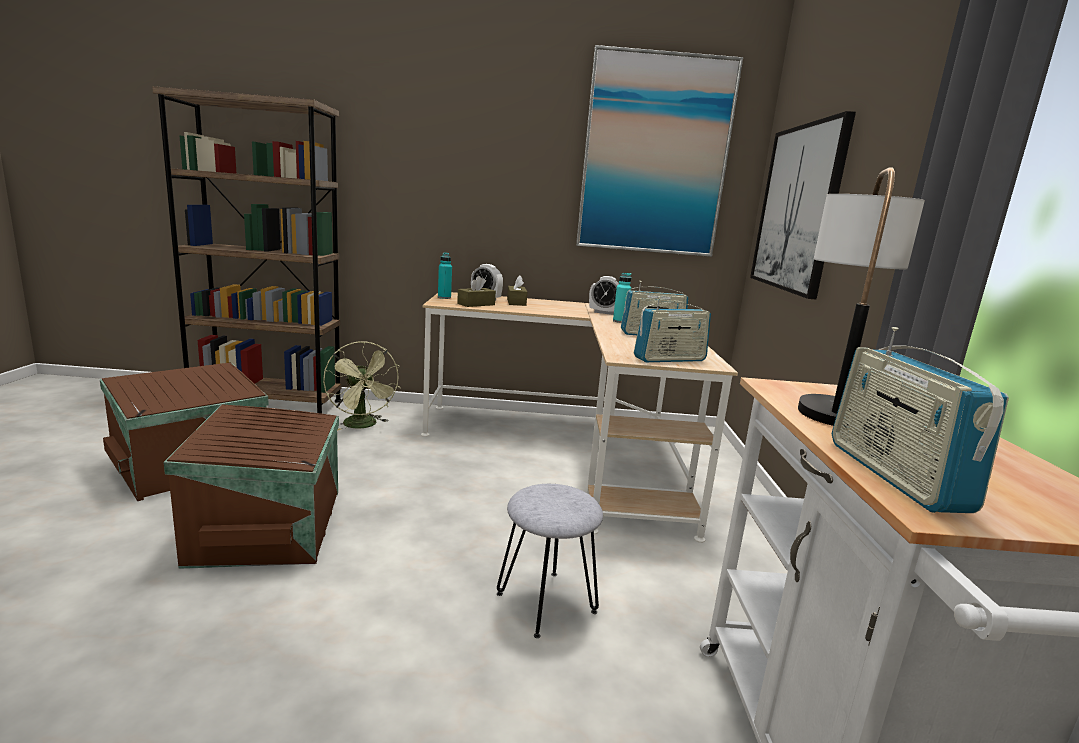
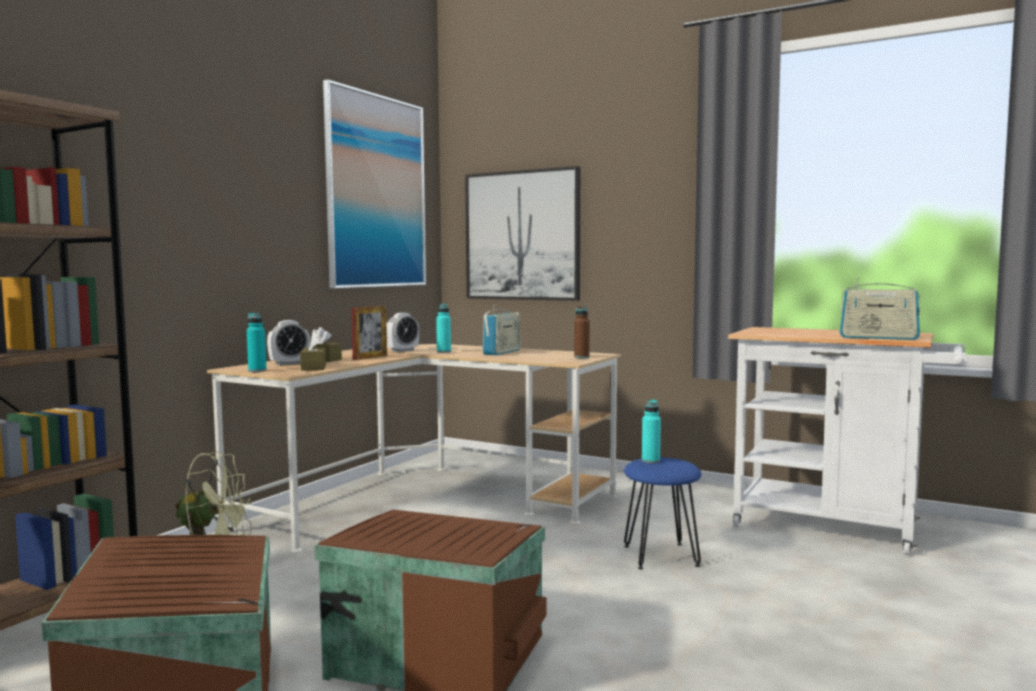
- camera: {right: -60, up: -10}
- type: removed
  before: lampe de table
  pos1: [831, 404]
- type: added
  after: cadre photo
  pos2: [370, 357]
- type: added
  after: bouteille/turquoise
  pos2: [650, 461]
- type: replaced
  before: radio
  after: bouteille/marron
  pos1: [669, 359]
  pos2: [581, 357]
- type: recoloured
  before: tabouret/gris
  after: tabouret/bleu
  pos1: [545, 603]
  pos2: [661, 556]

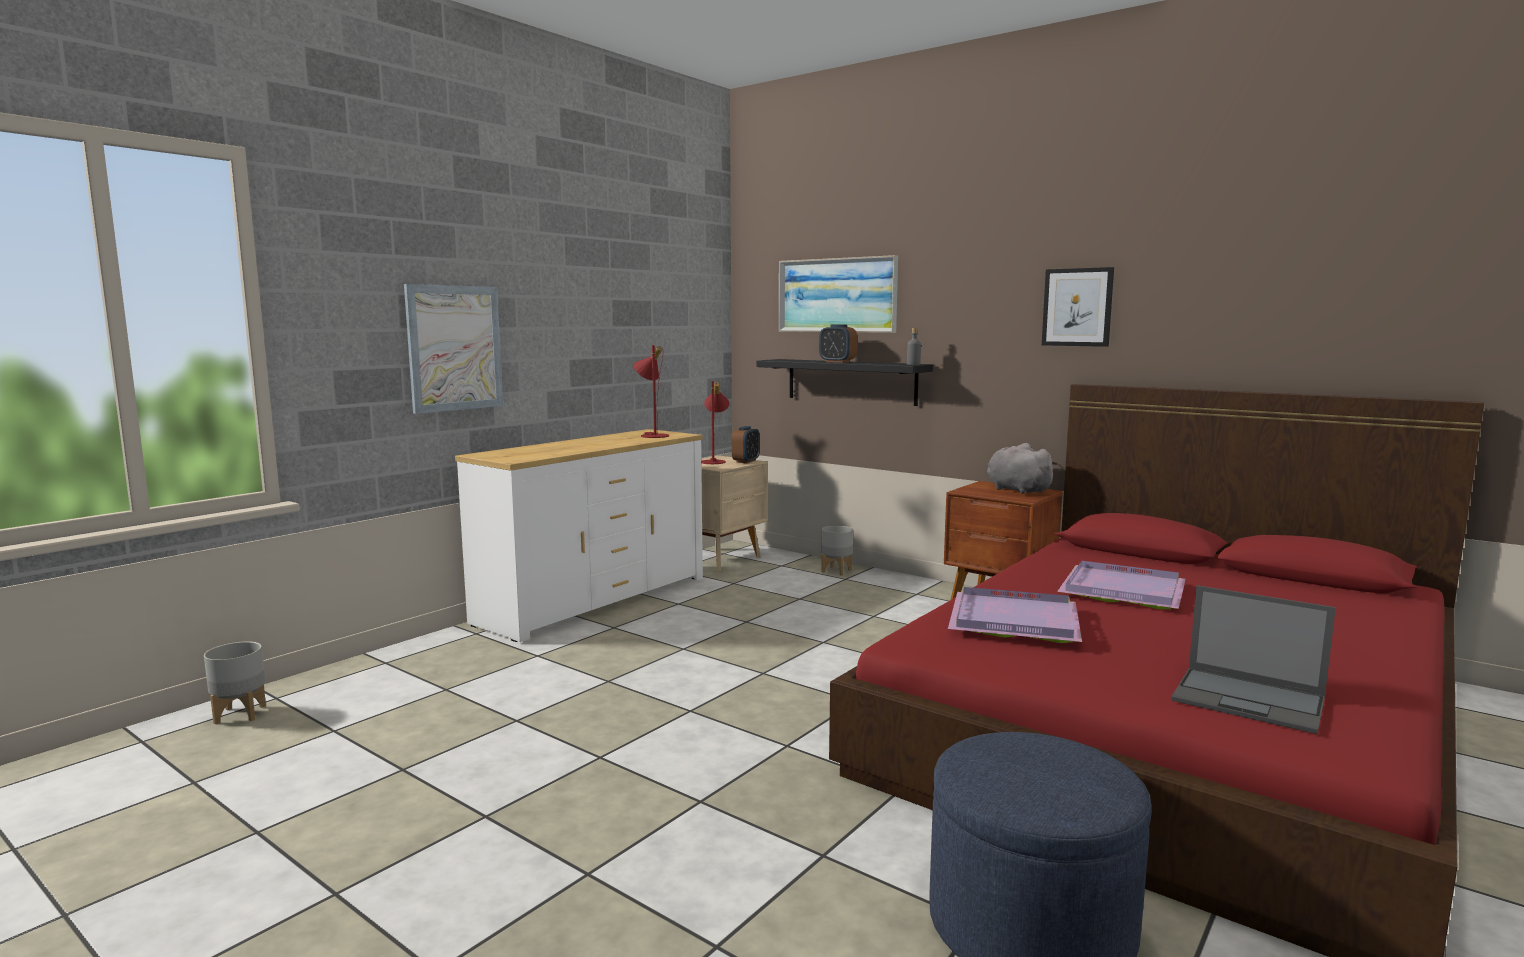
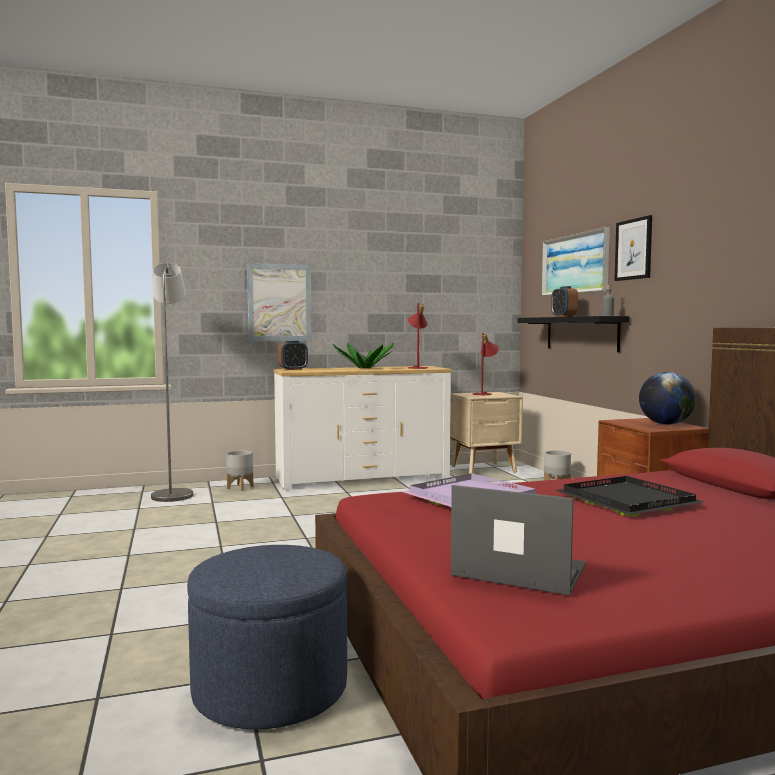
- camera: {right: 35, up: -5}
- type: added
  after: lampadaire/gris
  pos2: [173, 494]
- type: added
  after: plante en pot
  pos2: [364, 368]
- type: moved
  before: cache-pot/gris
  pos1: [240, 714]
  pos2: [240, 487]
- type: moved
  before: réveil
  pos1: [746, 461]
  pos2: [293, 369]
- type: moved
  before: tableau
  pos1: [1077, 307]
  pos2: [633, 249]
- type: replaced
  before: peluche/gris
  after: globe
  pos1: [1016, 490]
  pos2: [665, 424]
- type: recoloured
  before: plateau/violet
  after: plateau/noir
  pos1: [1120, 589]
  pos2: [627, 500]
- type: turned
  before: ordinateur portable
  pos1: [1250, 700]
  pos2: [517, 570]
  turn: 135

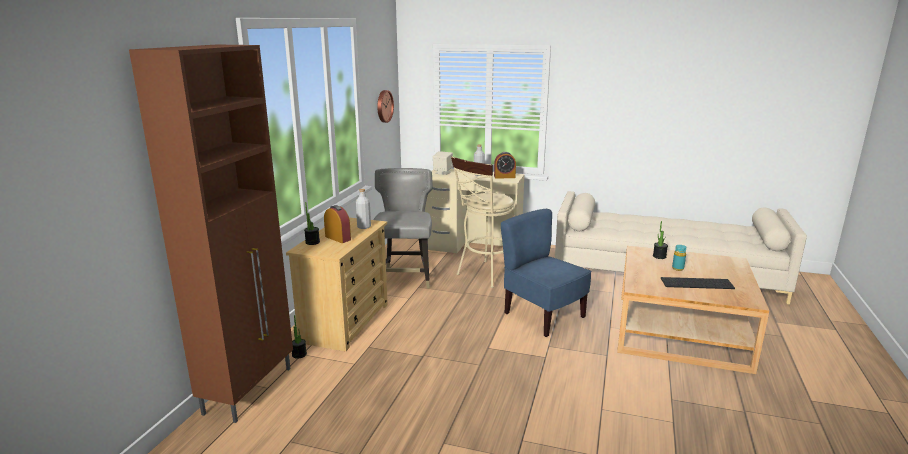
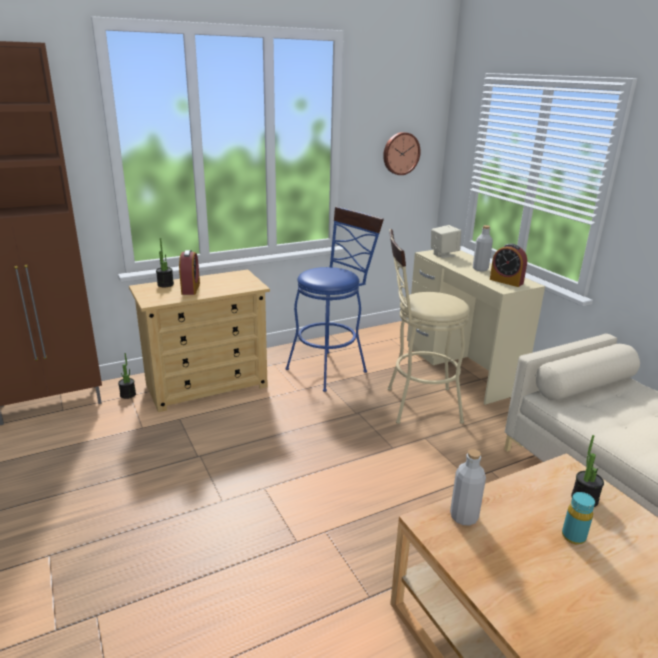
- camera: {right: 45, up: 5}
- type: removed
  before: chaise/bleu
  pos1: [543, 316]
- type: removed
  before: clavier
  pos1: [697, 283]
- type: moved
  before: bouteille/gris
  pos1: [364, 227]
  pos2: [464, 517]
- type: replaced
  before: chaise/gris
  after: tabouret/bleu
  pos1: [404, 278]
  pos2: [331, 368]

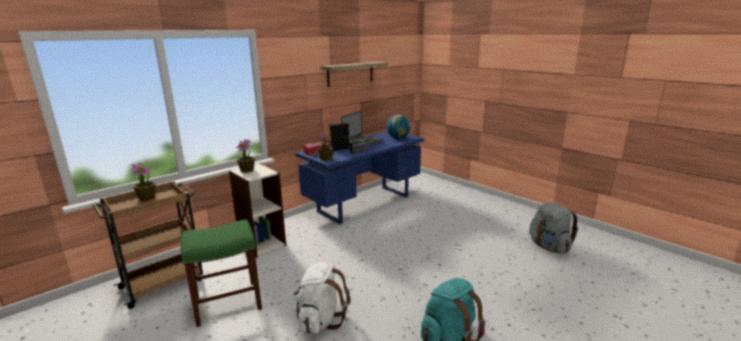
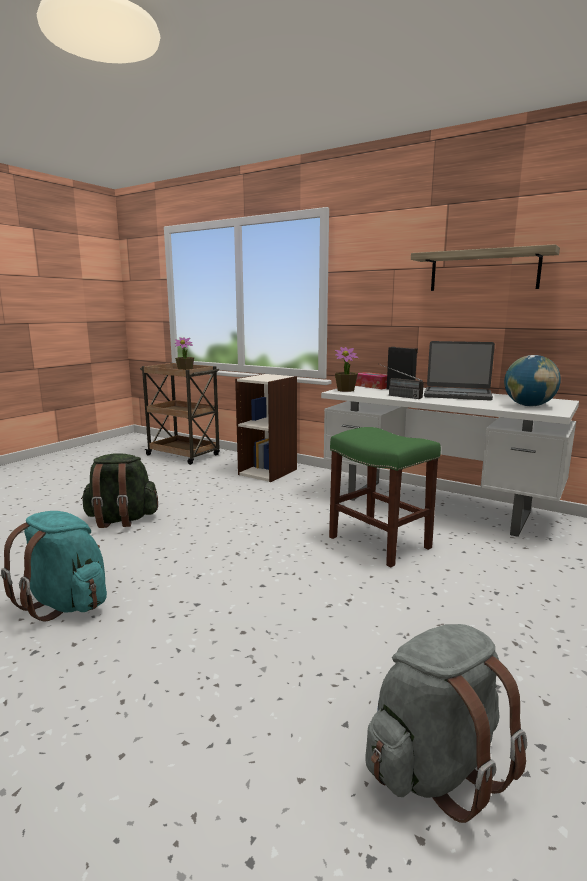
- camera: {right: 75, up: -5}
- type: removed
  before: plante en pot
  pos1: [247, 170]
- type: moved
  before: tabouret/vert
  pos1: [226, 304]
  pos2: [378, 542]
- type: recoloured
  before: sac à dos/blanc
  after: sac à dos/vert
  pos1: [320, 319]
  pos2: [121, 520]
- type: recoloured
  before: bureau/bleu
  after: bureau/blanc
  pos1: [364, 203]
  pos2: [437, 505]

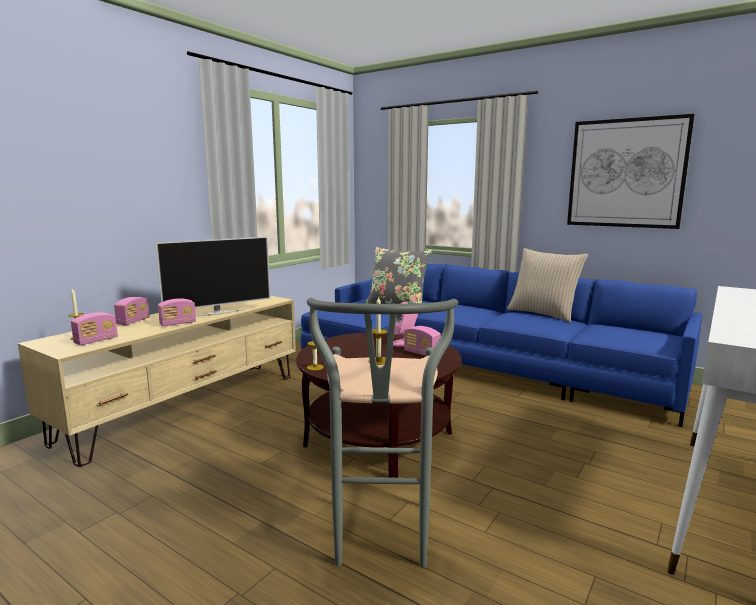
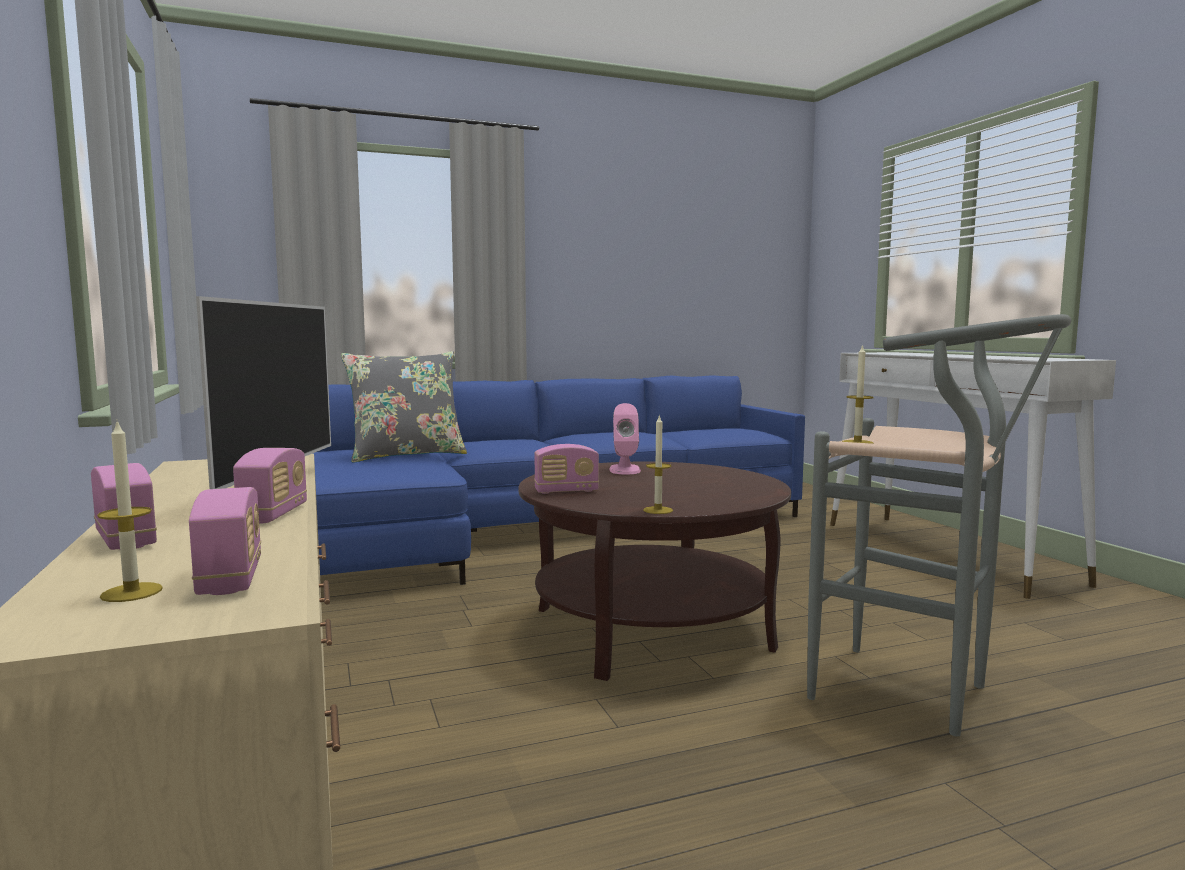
- camera: {right: -55, up: -5}
- type: removed
  before: coussin/beige
  pos1: [543, 314]
- type: removed
  before: tableau
  pos1: [626, 173]
- type: moved
  before: radio
  pos1: [421, 353]
  pos2: [566, 491]

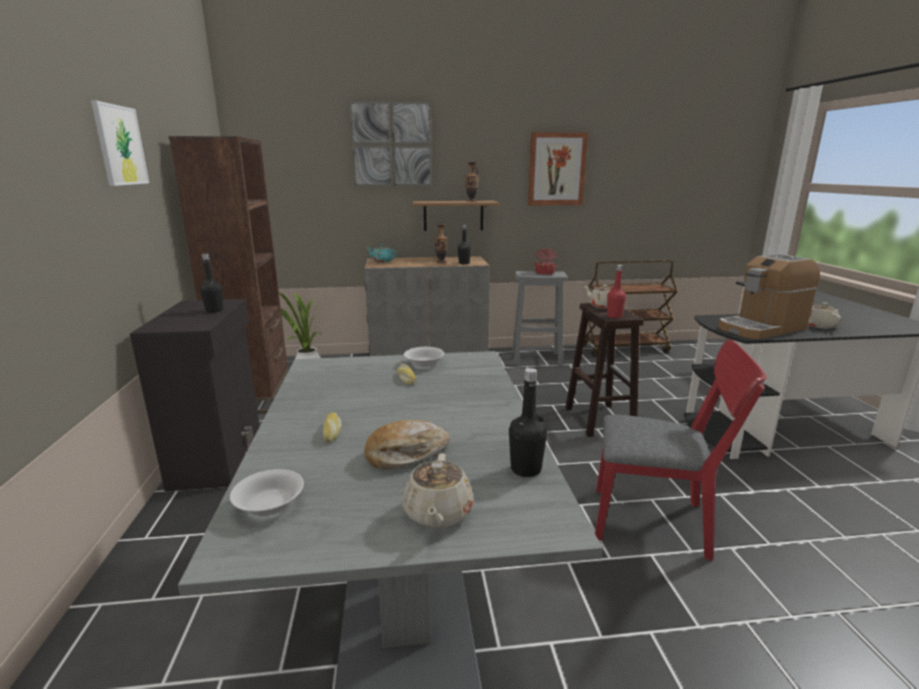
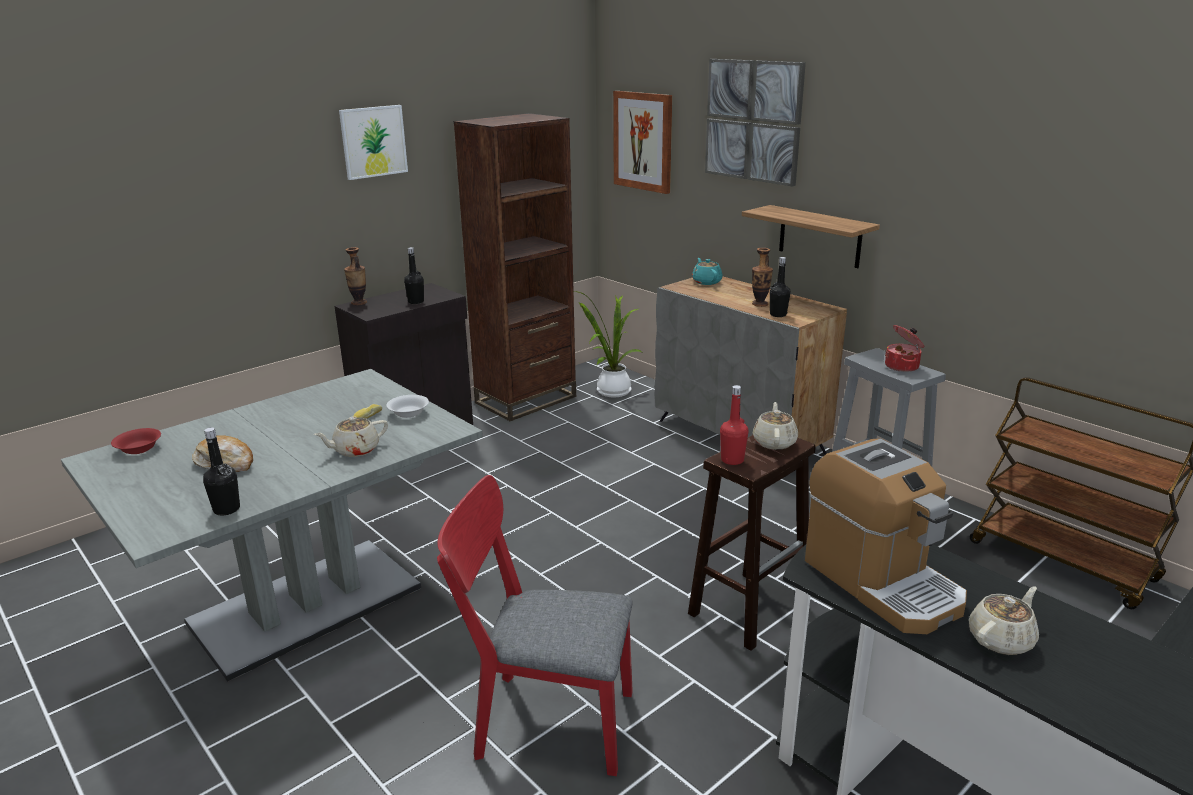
- camera: {right: 55, up: 5}
- type: removed
  before: pain
  pos1: [332, 432]
- type: moved
  before: théière/beige
  pos1: [437, 513]
  pos2: [355, 450]
- type: moved
  before: vase
  pos1: [471, 201]
  pos2: [359, 303]
- type: moved
  before: tableau
  pos1: [556, 169]
  pos2: [643, 141]
- type: recoloured
  before: bol/blanc
  after: bol/rouge
  pos1: [270, 504]
  pos2: [139, 449]
- type: turned
  before: chaise/rouge
  pos1: [660, 522]
  pos2: [542, 721]
  turn: 120
- type: turned
  before: machine à café
  pos1: [761, 328]
  pos2: [882, 582]
  turn: -150

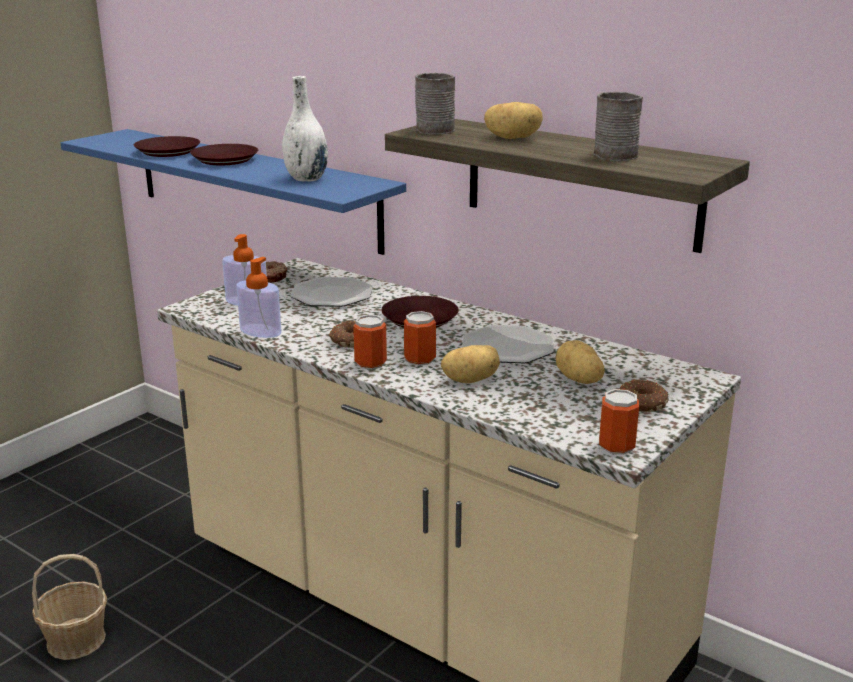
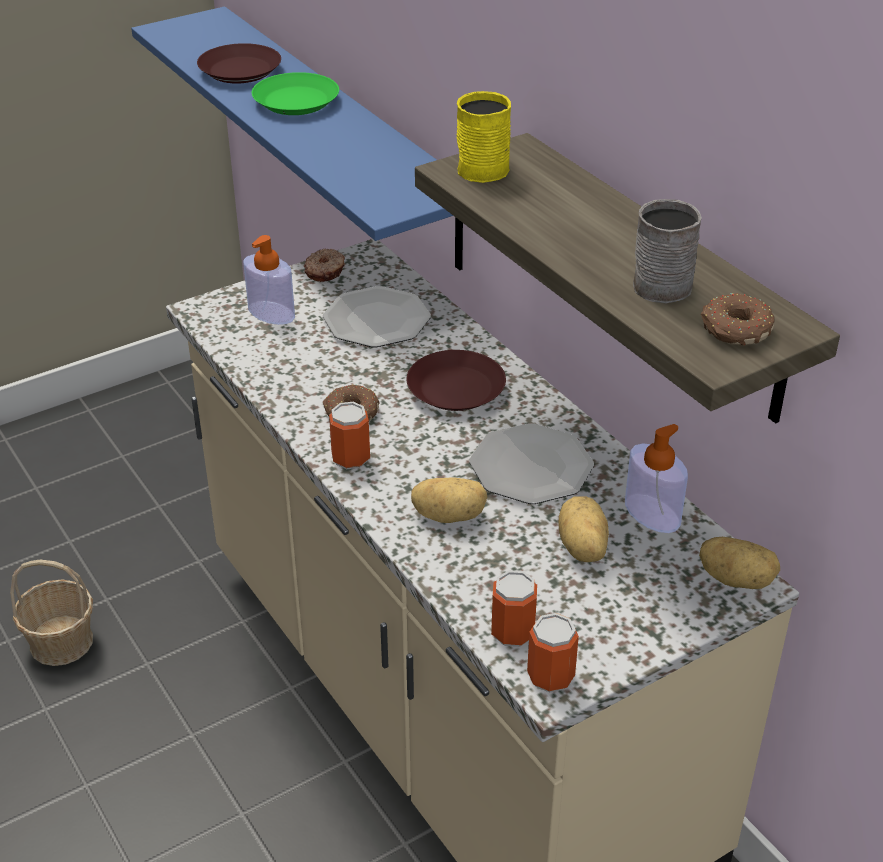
- camera: {right: 20, up: 15}
- type: removed
  before: vase/blanc
  pos1: [306, 178]
- type: moved
  before: distributeur de savon
  pos1: [260, 331]
  pos2: [652, 513]
- type: moved
  before: boîte métallique
  pos1: [420, 359]
  pos2: [512, 632]
- type: moved
  before: pomme de terre
  pos1: [513, 138]
  pos2: [736, 579]
- type: moved
  before: beignet
  pos1: [641, 404]
  pos2: [735, 330]
- type: recoloured
  before: assiette/marron
  after: assiette/vert
  pos1: [224, 159]
  pos2: [295, 101]
- type: recoloured
  before: mug/gris
  after: mug/jaune
  pos1: [434, 129]
  pos2: [484, 166]

